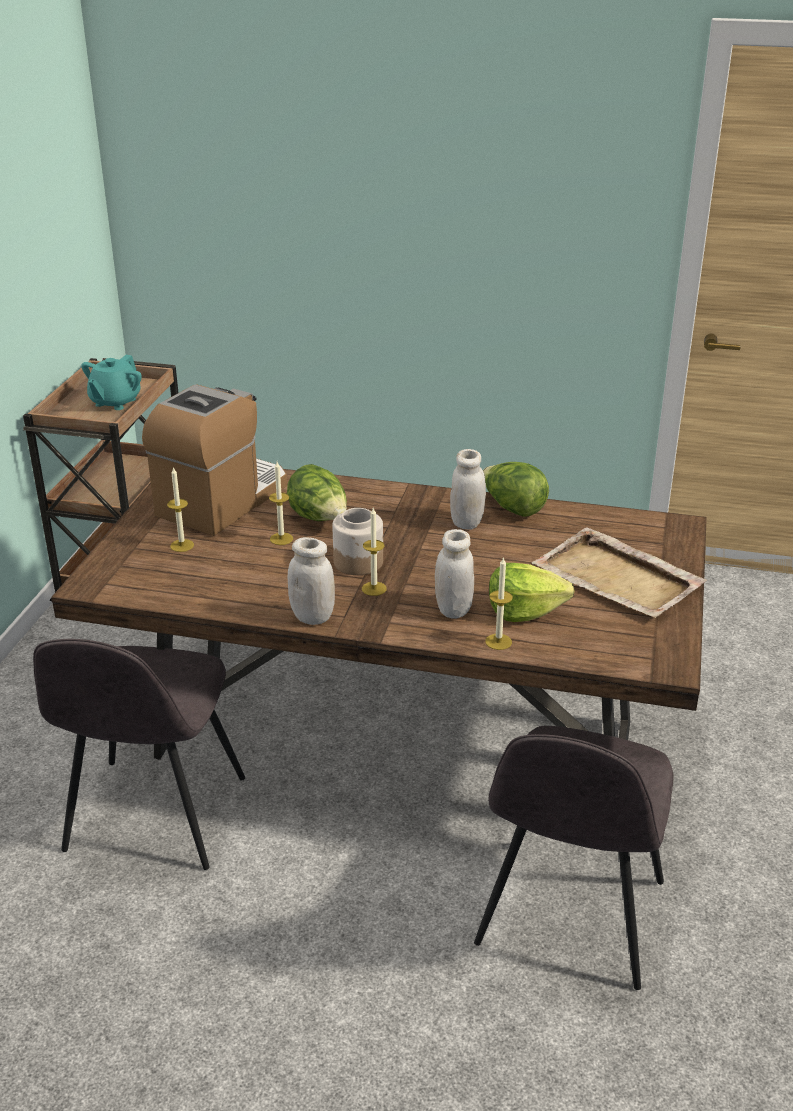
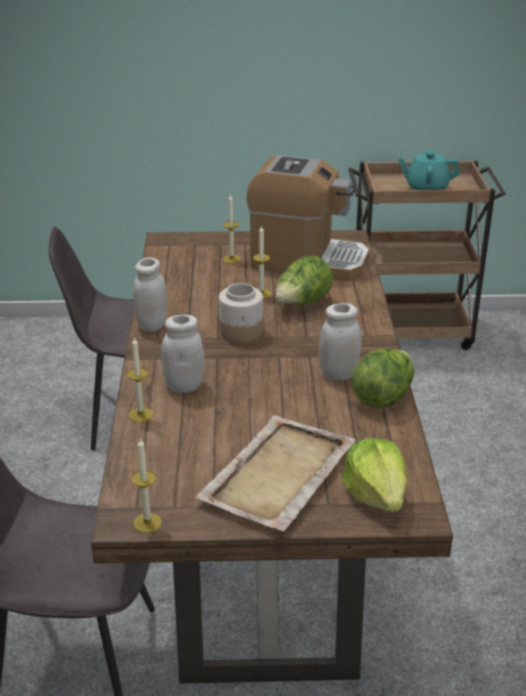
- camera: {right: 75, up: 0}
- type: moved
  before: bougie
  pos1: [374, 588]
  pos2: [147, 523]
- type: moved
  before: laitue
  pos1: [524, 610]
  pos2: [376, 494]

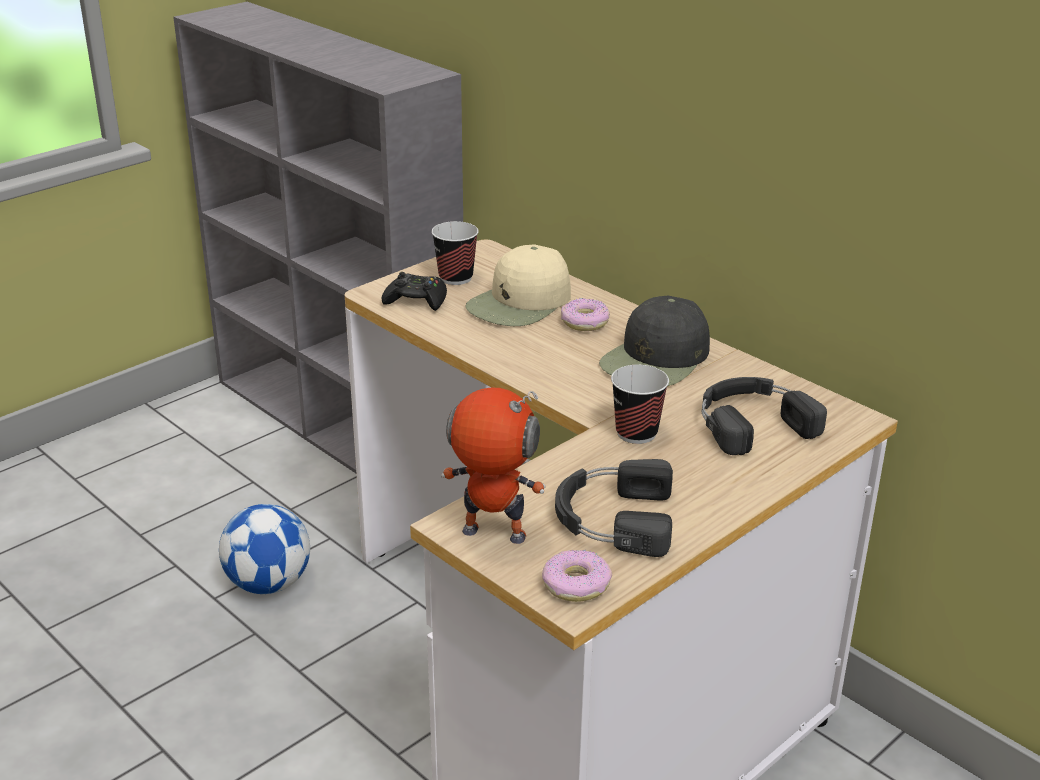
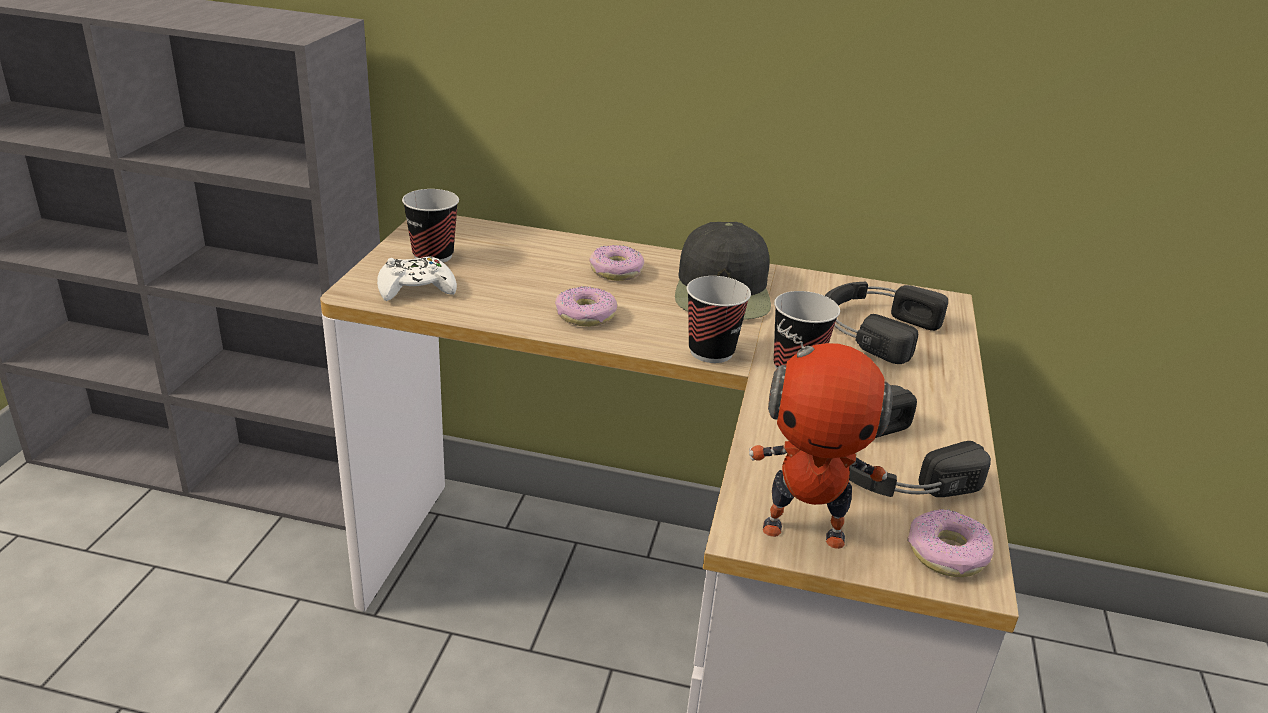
- camera: {right: -35, up: 0}
- type: removed
  before: ballon de foot
  pos1: [269, 583]
- type: removed
  before: casquette/beige
  pos1: [520, 303]
- type: added
  after: beignet
  pos2: [585, 315]
- type: added
  after: tasse
  pos2: [711, 352]
- type: recoloured
  before: manette/noir
  after: manette/blanc
  pos1: [416, 300]
  pos2: [416, 289]
- type: turned
  before: robot jouet
  pos1: [492, 535]
  pos2: [804, 530]
  turn: -150

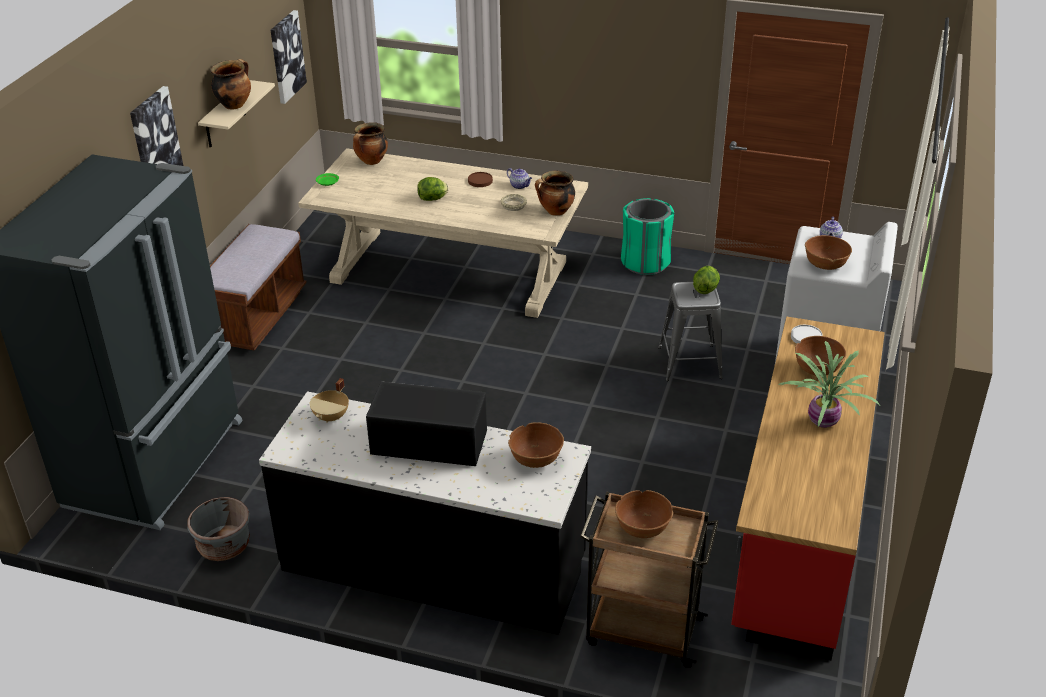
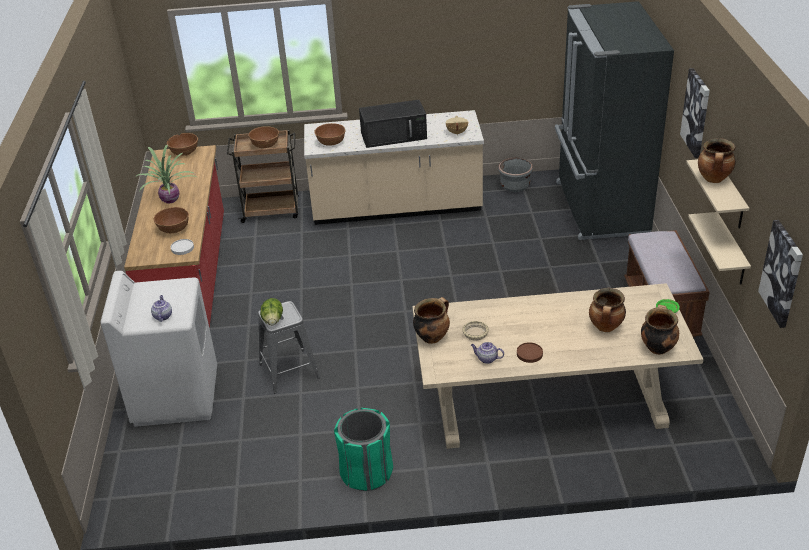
- camera: {right: 160, up: 0}
- type: removed
  before: laitue
  pos1: [433, 199]
- type: added
  after: marmite
  pos2: [606, 327]
- type: added
  after: étagère/beige
  pos2: [731, 250]
- type: moved
  before: bol/marron
  pos1: [825, 264]
  pos2: [184, 152]
- type: recoloured
  before: comptoir de cuisine/noir
  after: comptoir de cuisine/beige
  pos1: [434, 564]
  pos2: [396, 207]

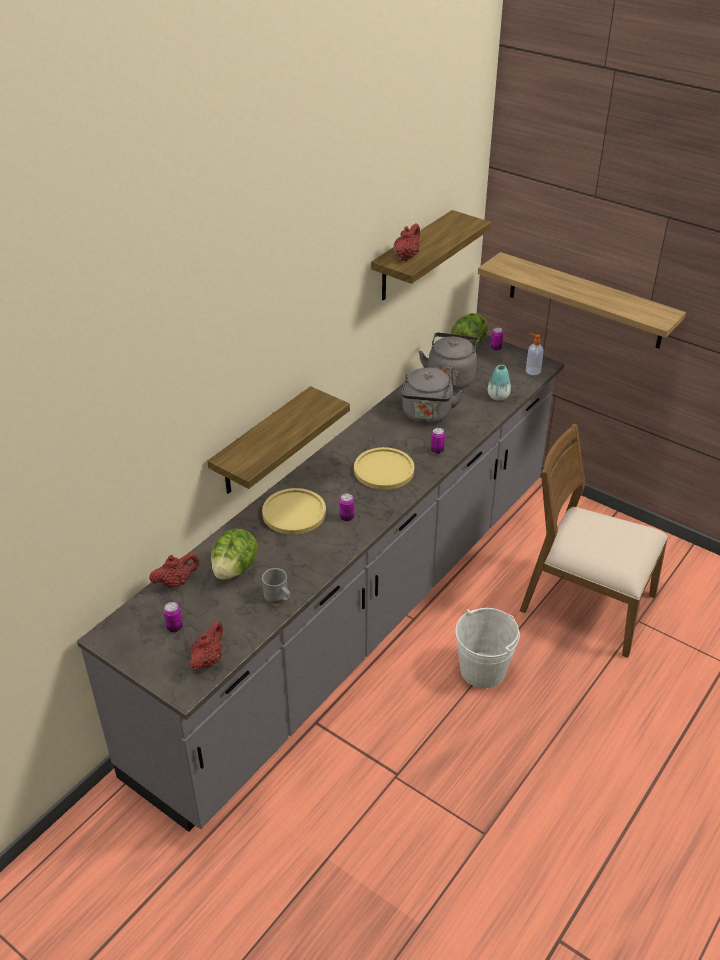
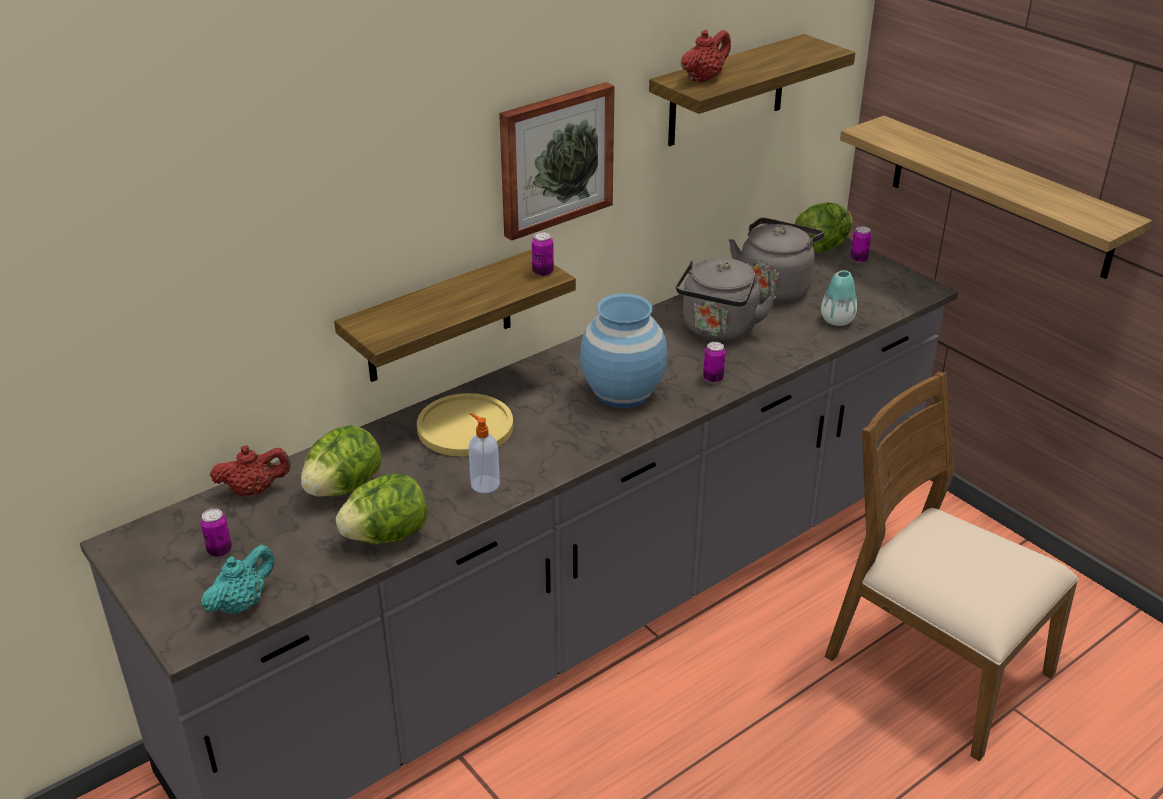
- camera: {right: 15, up: -5}
- type: removed
  before: seau/blanc
  pos1: [483, 670]
- type: added
  after: tableau
  pos2: [555, 159]
- type: moved
  before: boîte métallique
  pos1: [346, 517]
  pos2: [543, 272]
- type: moved
  before: distributeur de savon
  pos1: [532, 371]
  pos2: [484, 484]
- type: replaced
  before: mug/gris
  after: laitue
  pos1: [278, 596]
  pos2: [387, 535]
- type: replaced
  before: assiette/jaune
  after: vase/bleu
  pos1: [384, 470]
  pos2: [622, 391]
- type: recoloured
  before: théière/rouge
  after: théière/turquoise
  pos1: [208, 659]
  pos2: [242, 603]

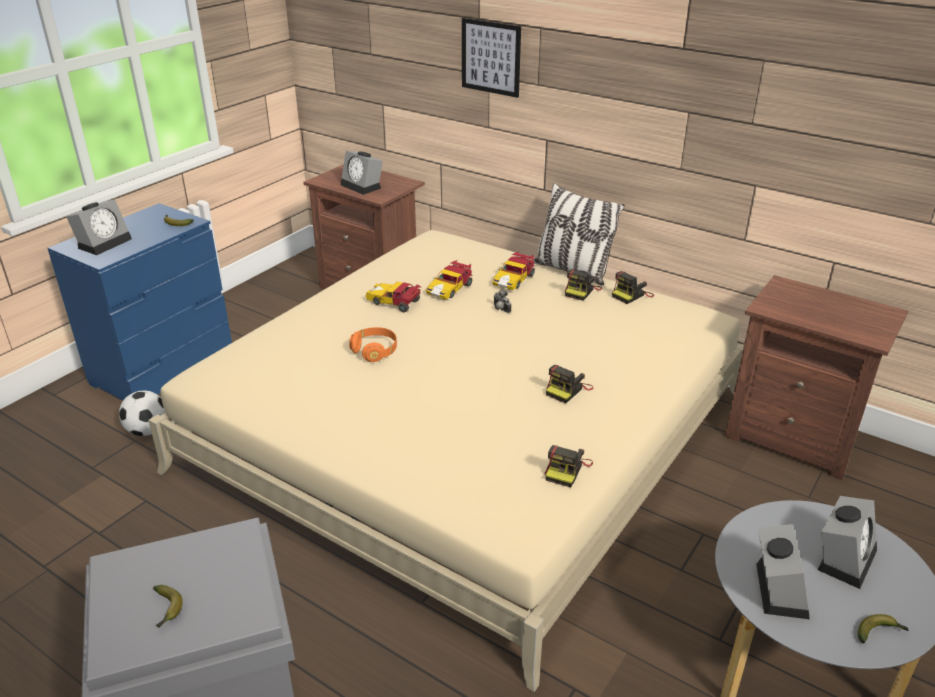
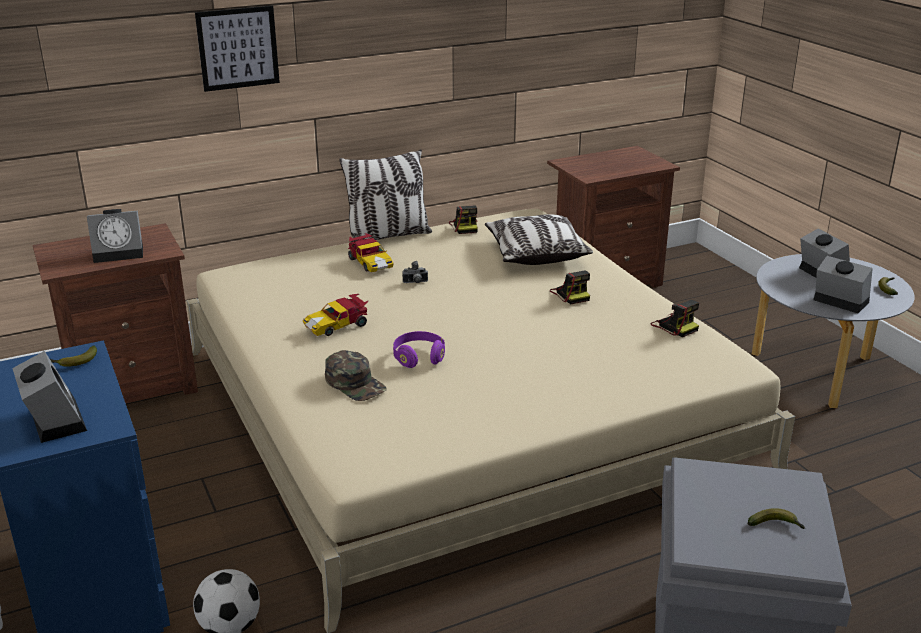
- camera: {right: -60, up: -5}
- type: removed
  before: petite voiture
  pos1: [450, 289]
- type: removed
  before: appareil photo
  pos1: [581, 291]
- type: added
  after: casquette/vert
  pos2: [355, 383]
- type: added
  after: coussin
  pos2: [535, 254]
- type: recoloured
  before: casque audio/orange
  after: casque audio/violet
  pos1: [375, 351]
  pos2: [419, 358]

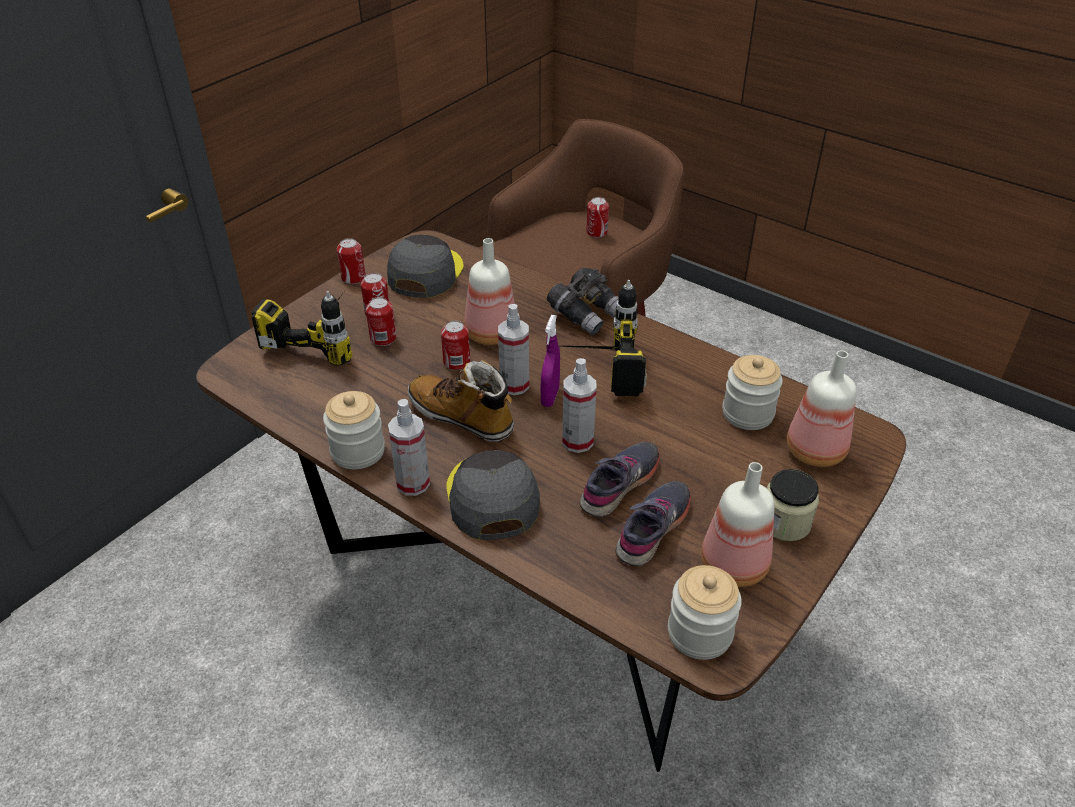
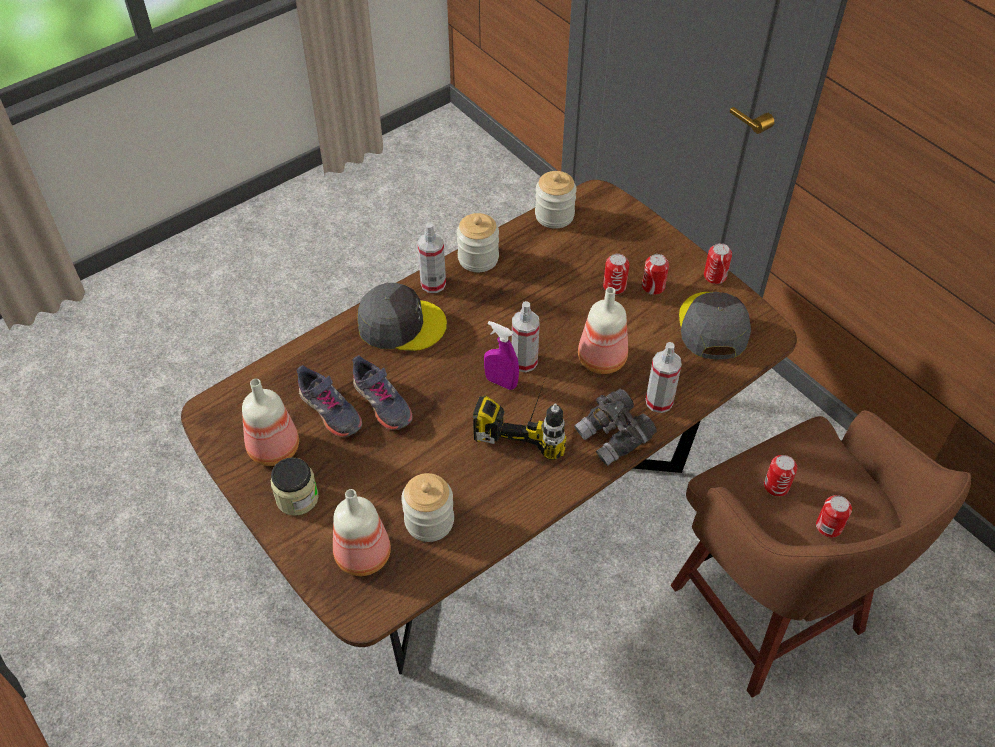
- camera: {right: 105, up: 10}
- type: removed
  before: perceuse
  pos1: [322, 335]
- type: removed
  before: botte
  pos1: [462, 417]
- type: moved
  before: boîte métallique
  pos1: [456, 362]
  pos2: [776, 486]
- type: moved
  before: vaporisateur
  pos1: [577, 441]
  pos2: [659, 401]
- type: moved
  before: bocal
  pos1: [699, 633]
  pos2: [554, 215]
- type: turned
  before: casquette/gris
  pos1: [425, 273]
  pos2: [712, 327]
  turn: -120

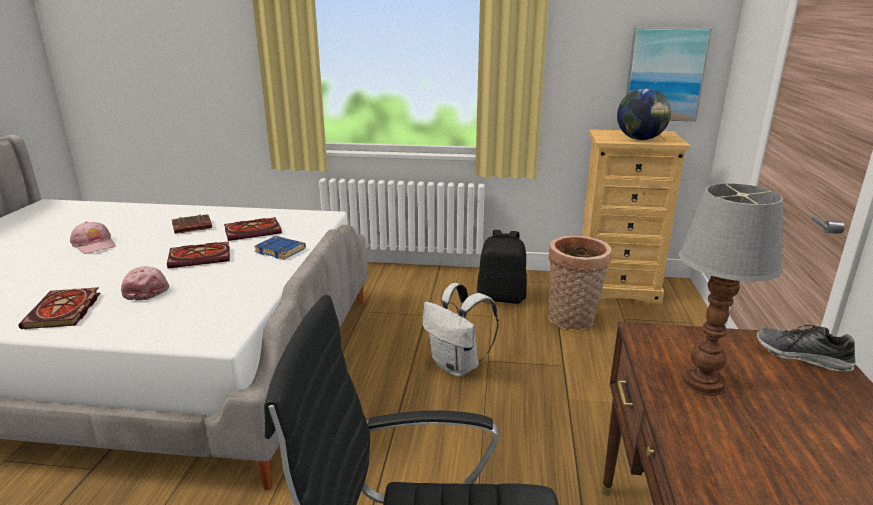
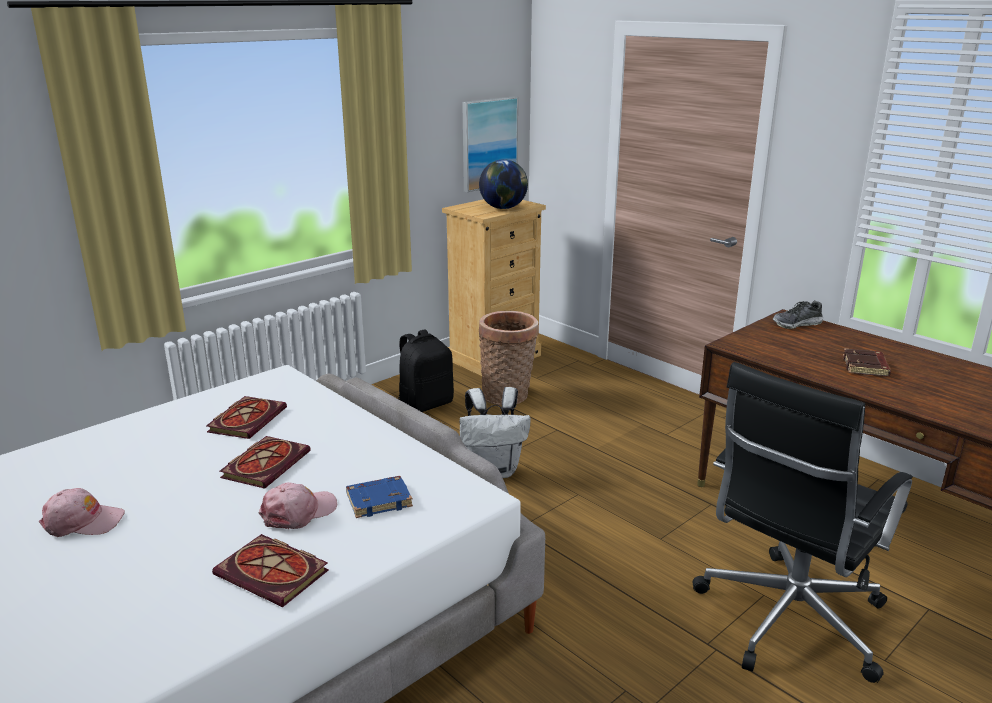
- camera: {right: -50, up: 0}
- type: removed
  before: lampe de table
  pos1: [703, 382]
- type: moved
  before: livre/marron
  pos1: [192, 227]
  pos2: [866, 367]
- type: moved
  before: livre/bleu
  pos1: [281, 251]
  pos2: [379, 500]
- type: turned
  before: casquette/rose
  pos1: [146, 289]
  pos2: [299, 512]
  turn: 120

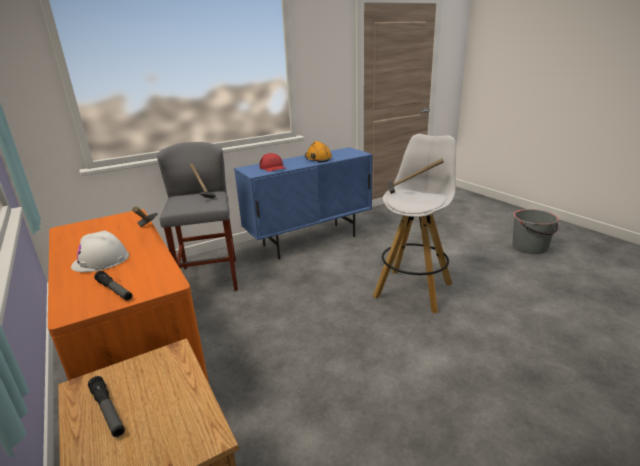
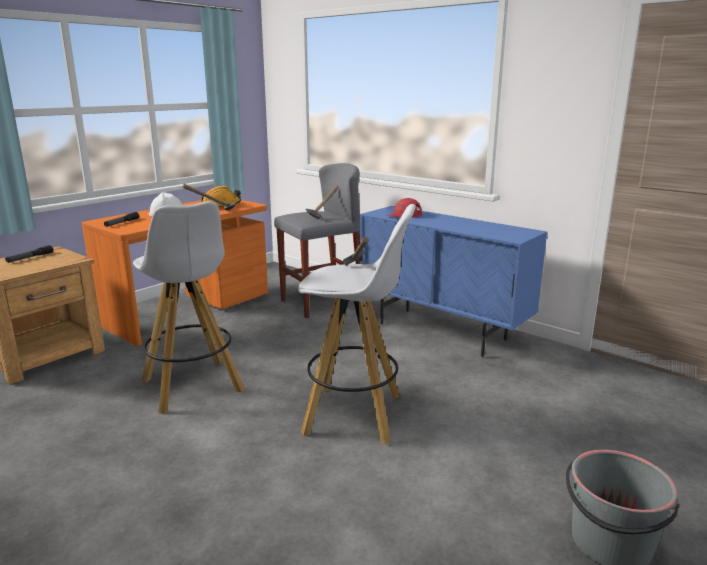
- camera: {right: 70, up: -5}
- type: added
  after: tabouret/blanc
  pos2: [193, 387]
- type: moved
  before: casque de chantier/orange
  pos1: [318, 158]
  pos2: [221, 206]

